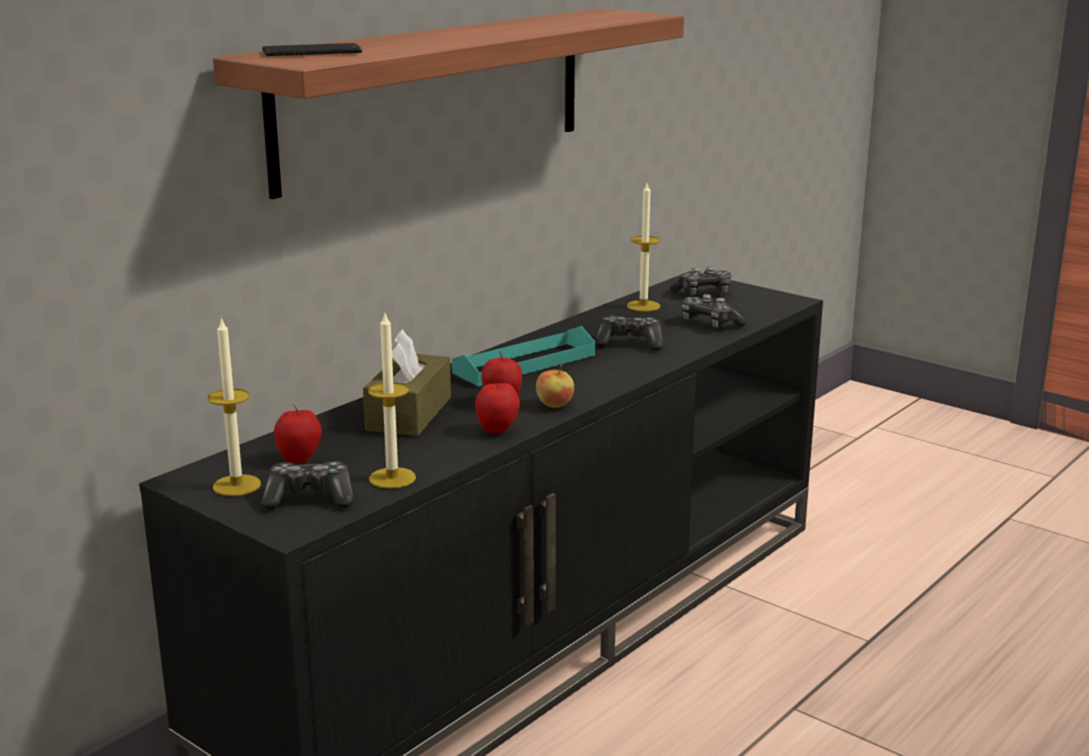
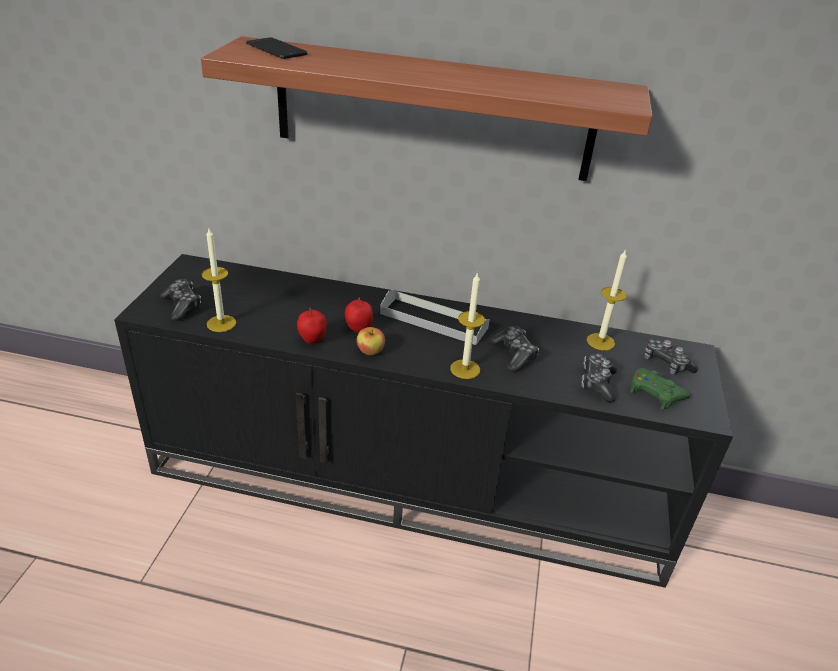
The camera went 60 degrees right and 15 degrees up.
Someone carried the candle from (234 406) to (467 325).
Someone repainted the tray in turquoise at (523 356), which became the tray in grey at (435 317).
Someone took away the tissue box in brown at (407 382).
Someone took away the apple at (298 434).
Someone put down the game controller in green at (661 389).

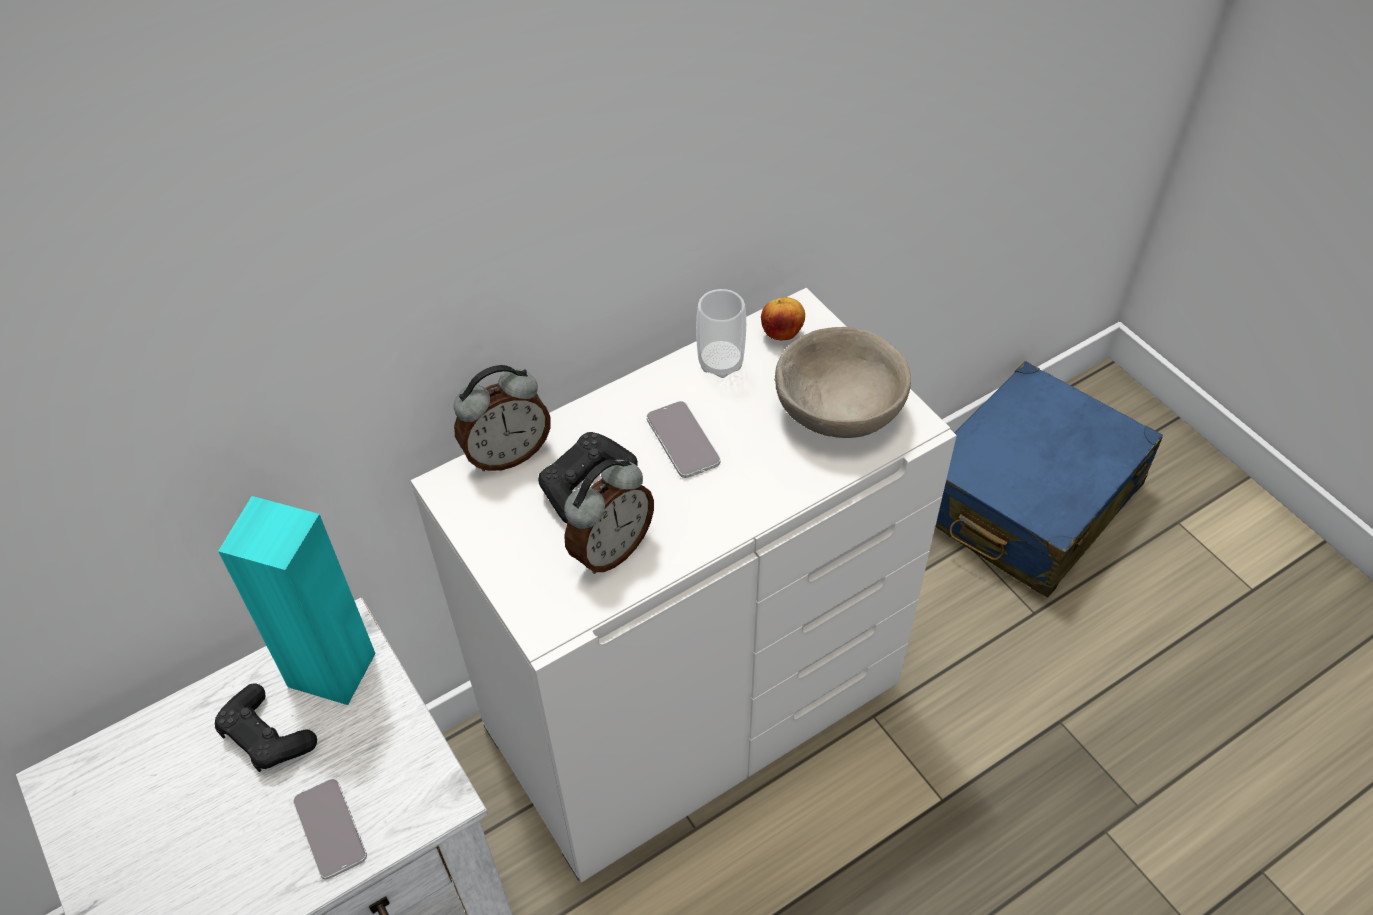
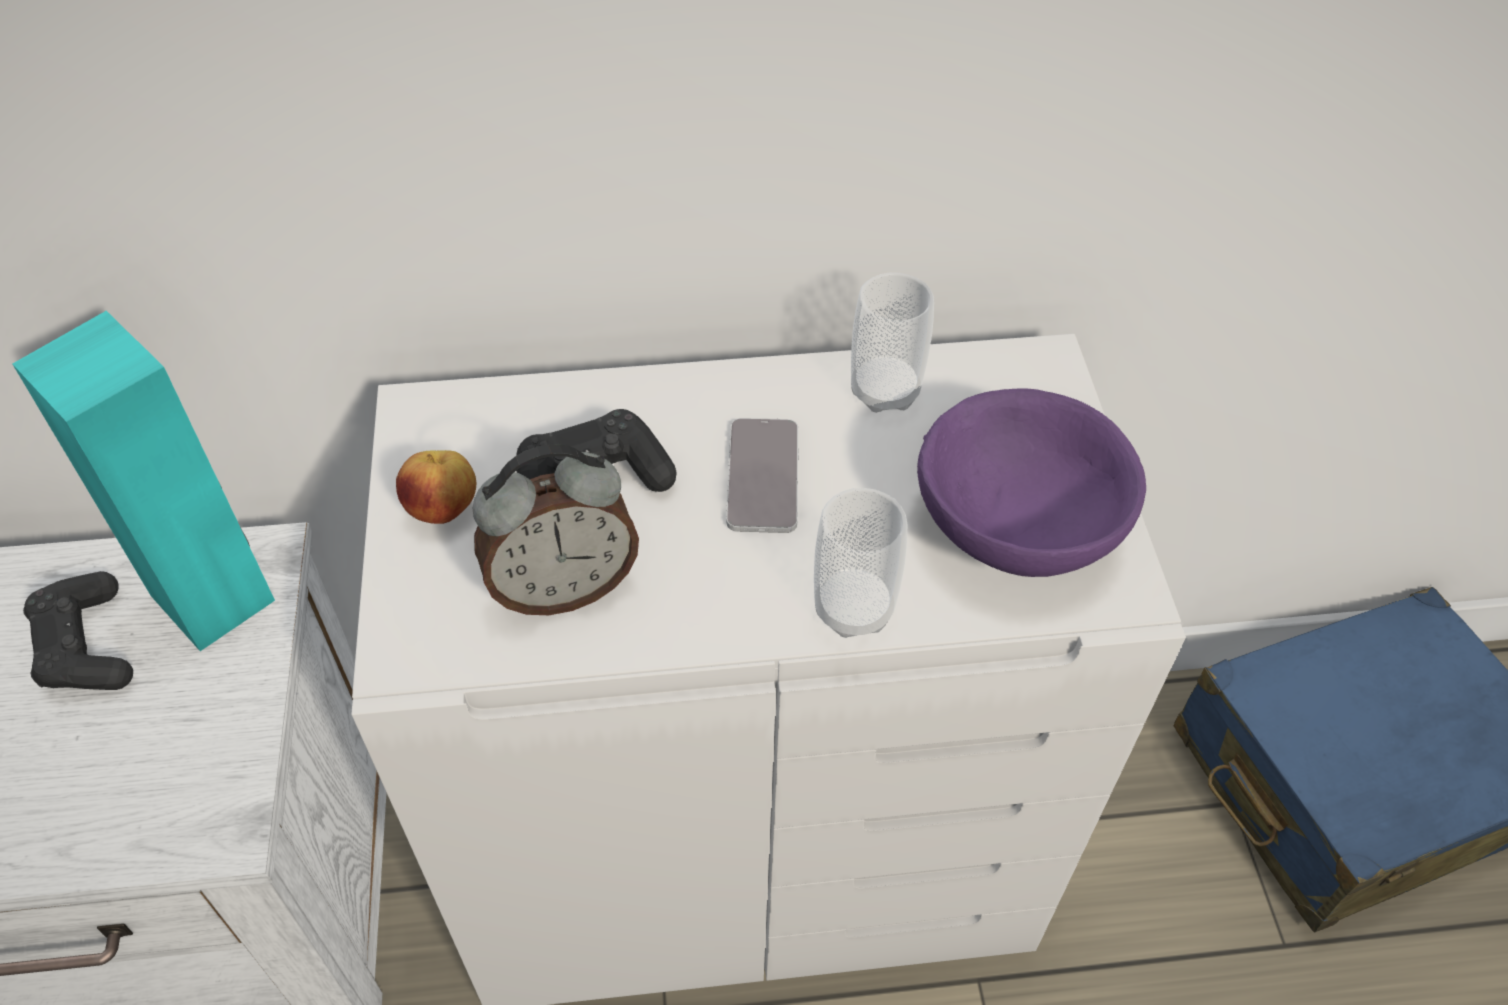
The camera went 25 degrees right and 0 degrees up.
Someone carried the apple from (783 318) to (436 487).
Someone repainted the bowl in beige at (842 382), which became the bowl in purple at (1031 482).
Someone took away the alarm clock at (502 418).
Someone took away the phone at (330 829).
Someone put down the cup at (860 563).

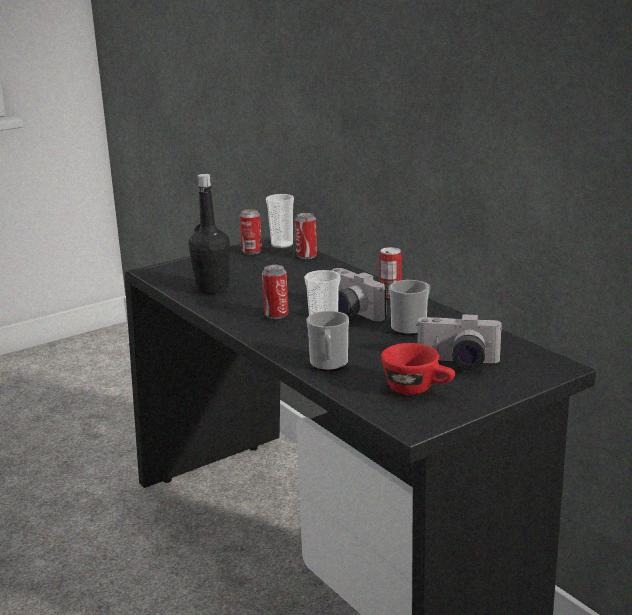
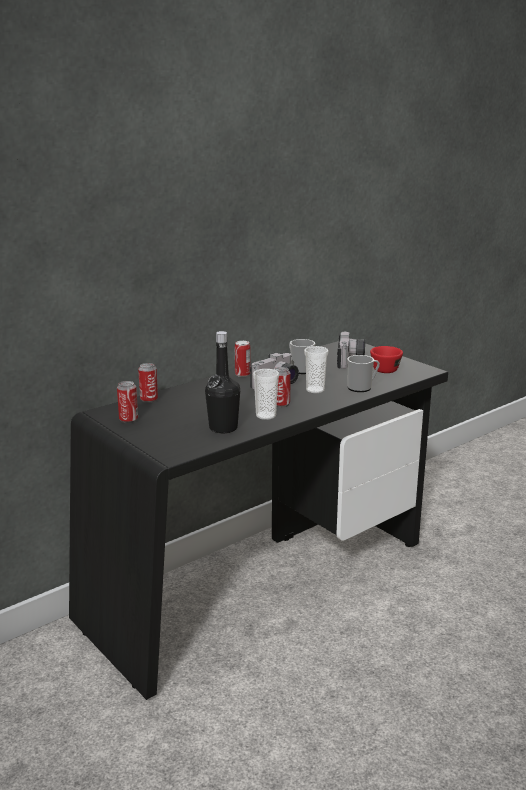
The camera went 95 degrees left and 0 degrees up.
Someone carried the cup from (280 221) to (266 394).

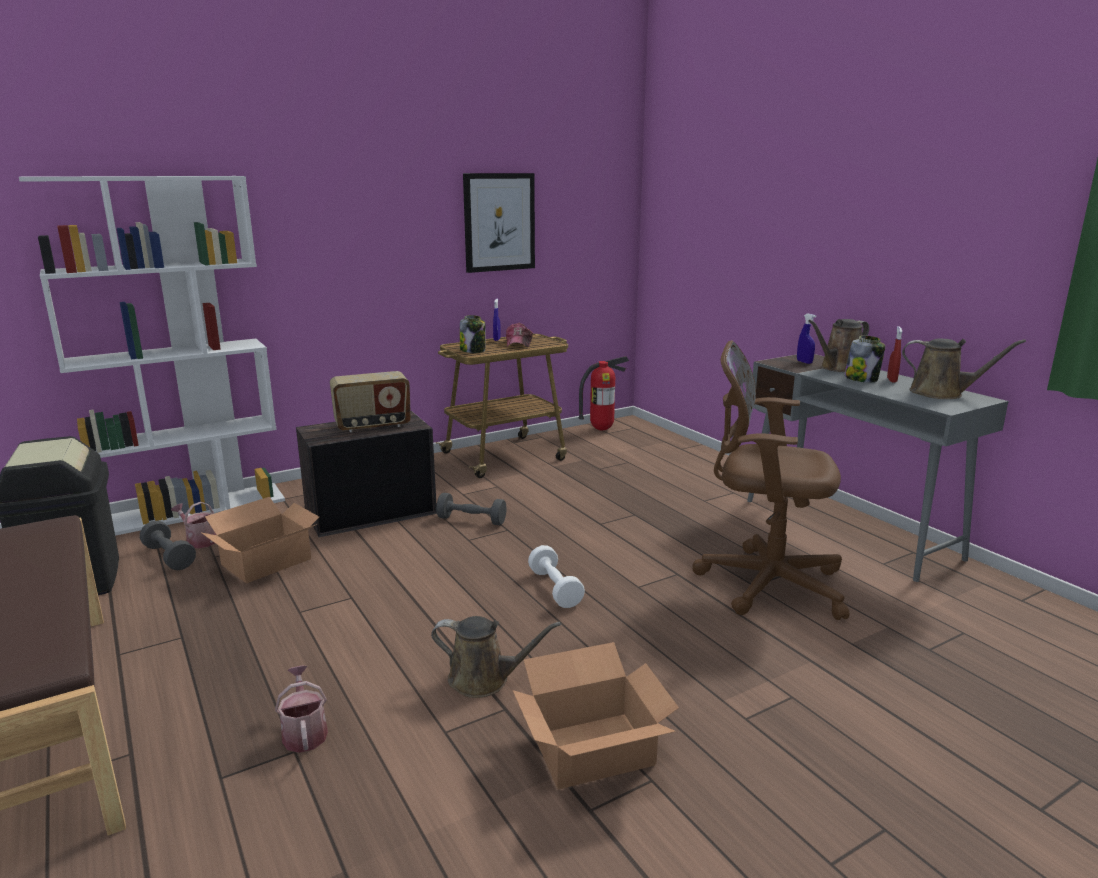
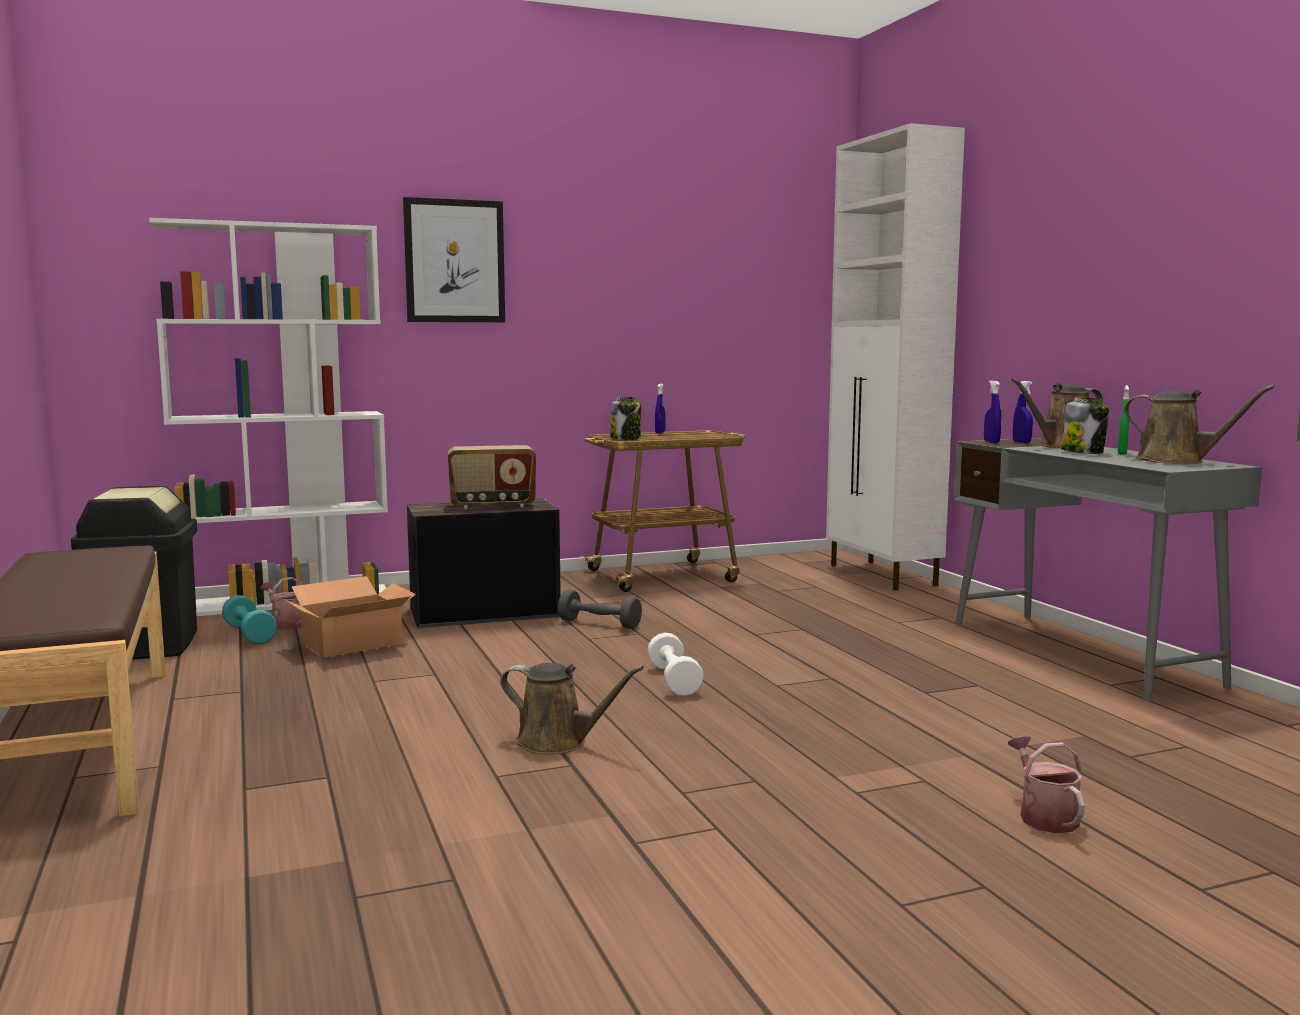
The camera went 10 degrees right and 10 degrees down.
Someone carried the picture from (499 223) to (454 259).
Someone took away the cap at (519 335).
Someone repainted the spray bottle in red at (894 354), which became the spray bottle in green at (1123 420).
Someone took away the office chair in brown at (770 480).
Someone took away the fire extinguisher at (603 393).
Someone repainted the dumbbell in grey at (168 545), which became the dumbbell in turquoise at (249 619).
Someone took away the cardboard box at (595 716).
Someone carried the watering can from (301 709) to (1046 784).
Someone put down the cabinet in white at (895 357).
Someone put down the spray bottle in blue at (993 411).

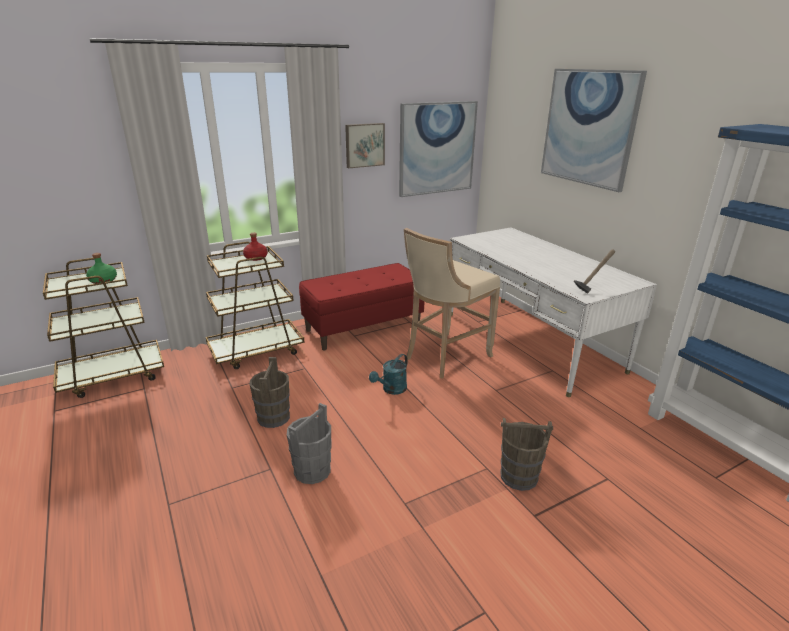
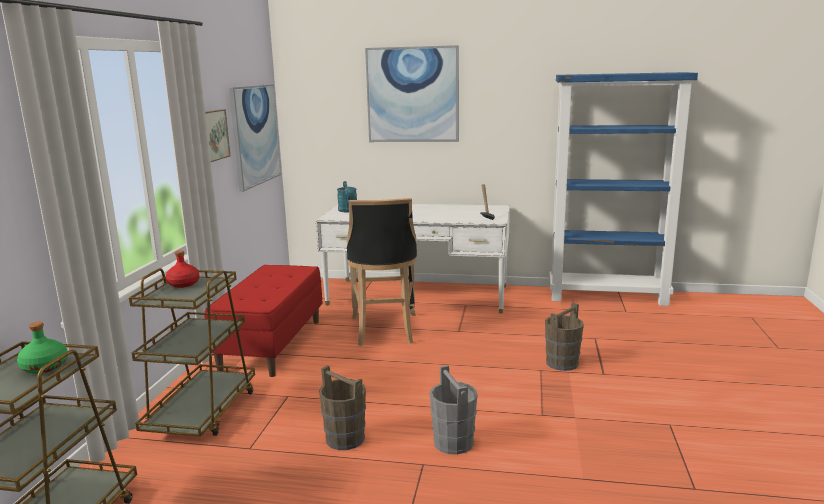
The camera went 50 degrees left and 10 degrees down.
Someone repainted the stool in beige at (452 303), which became the stool in black at (381 272).
Someone carried the watering can in turquoise from (388 374) to (347 196).

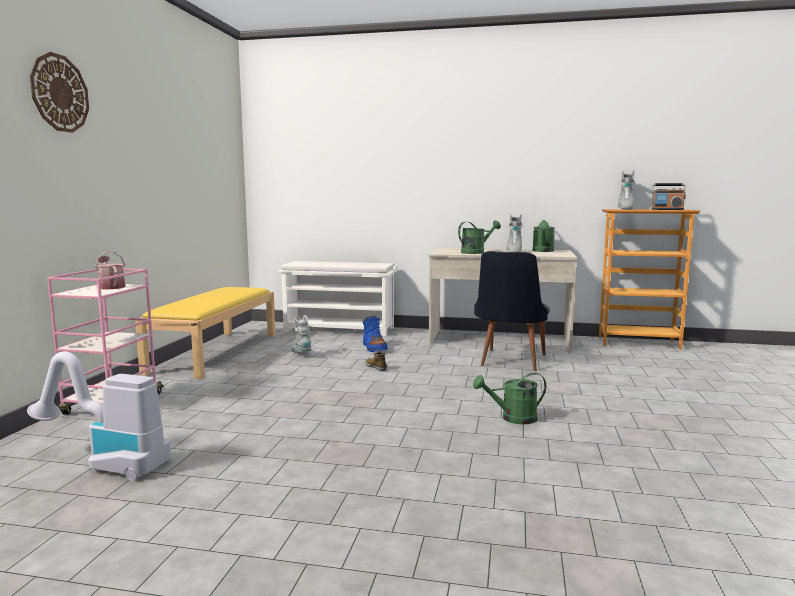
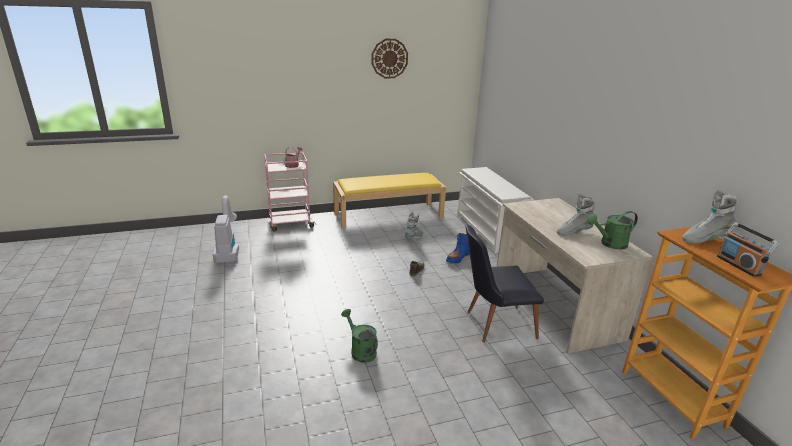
The camera went 60 degrees right and 15 degrees up.
Someone carried the wall clock from (59 92) to (390 58).
Someone took away the watering can in green at (479 237).

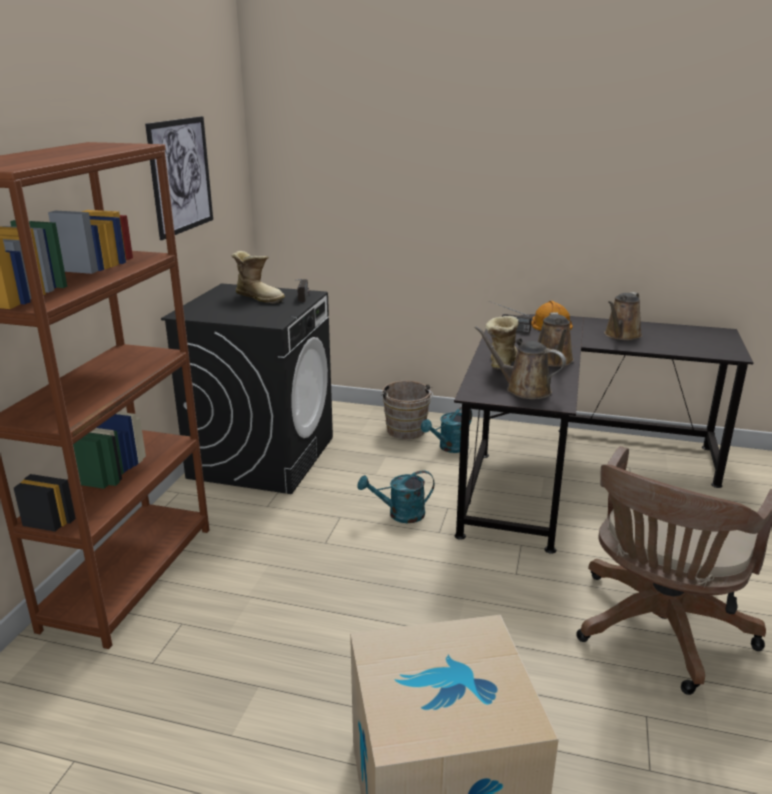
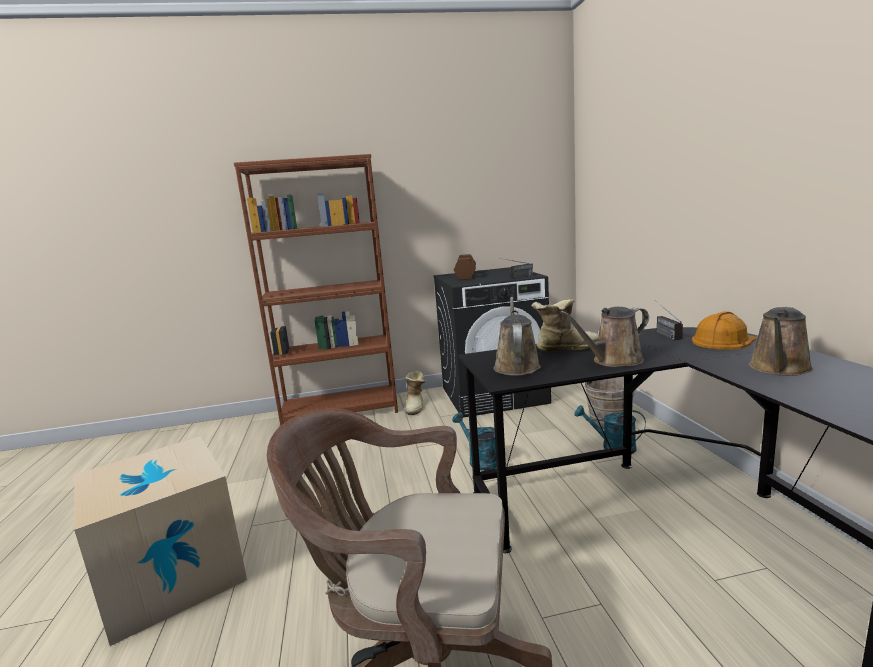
The camera went 65 degrees right and 10 degrees down.
Someone took away the picture at (179 178).
Someone carried the boot from (258 277) to (415 393).
Someone rotated the watering can in brown at (623 316) by 60 degrees counterclockwise.
Someone put down the dumbbell in brown at (465 267).

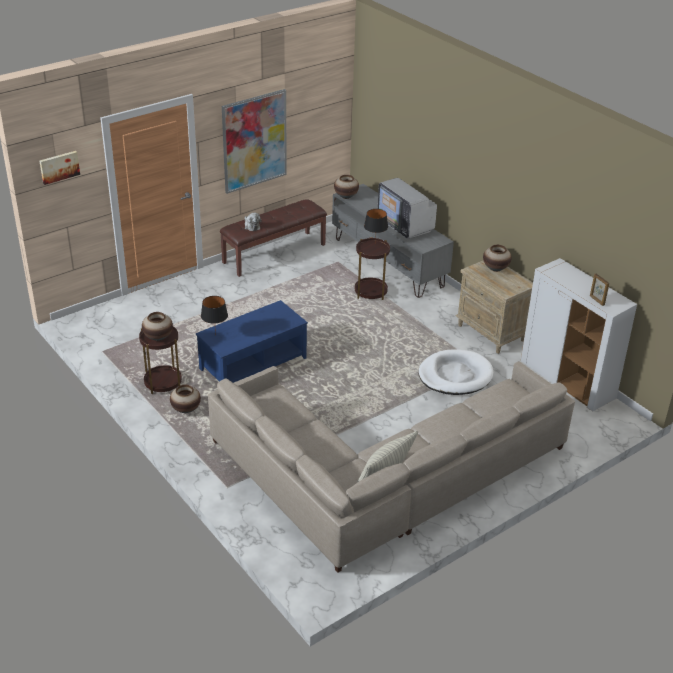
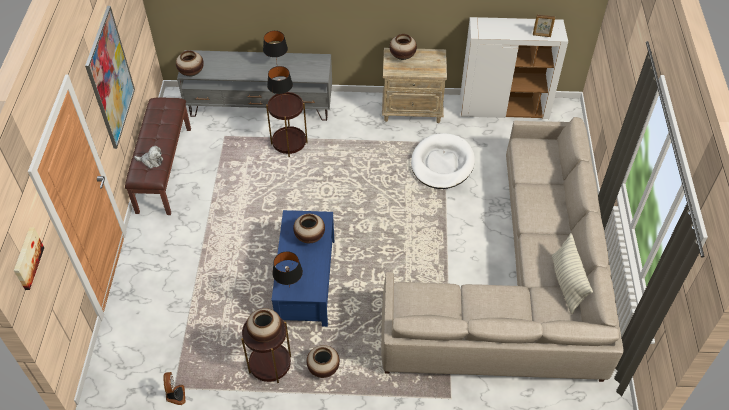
The camera went 50 degrees left and 15 degrees up.
Someone swapped the television at (407 208) for the table lamp in black at (275 46).
Someone put down the vase at (309 228).
Someone put down the fan at (174 388).

